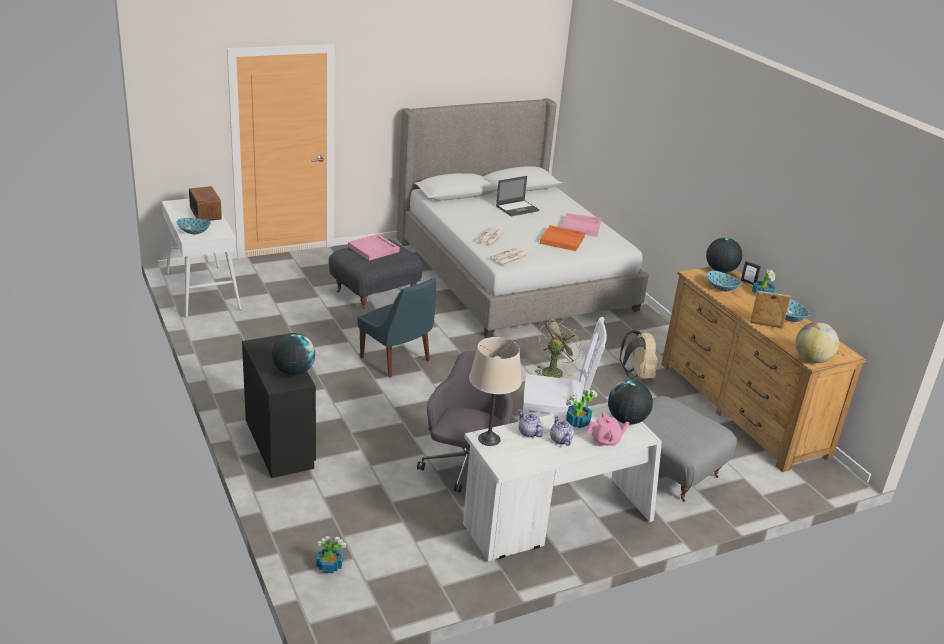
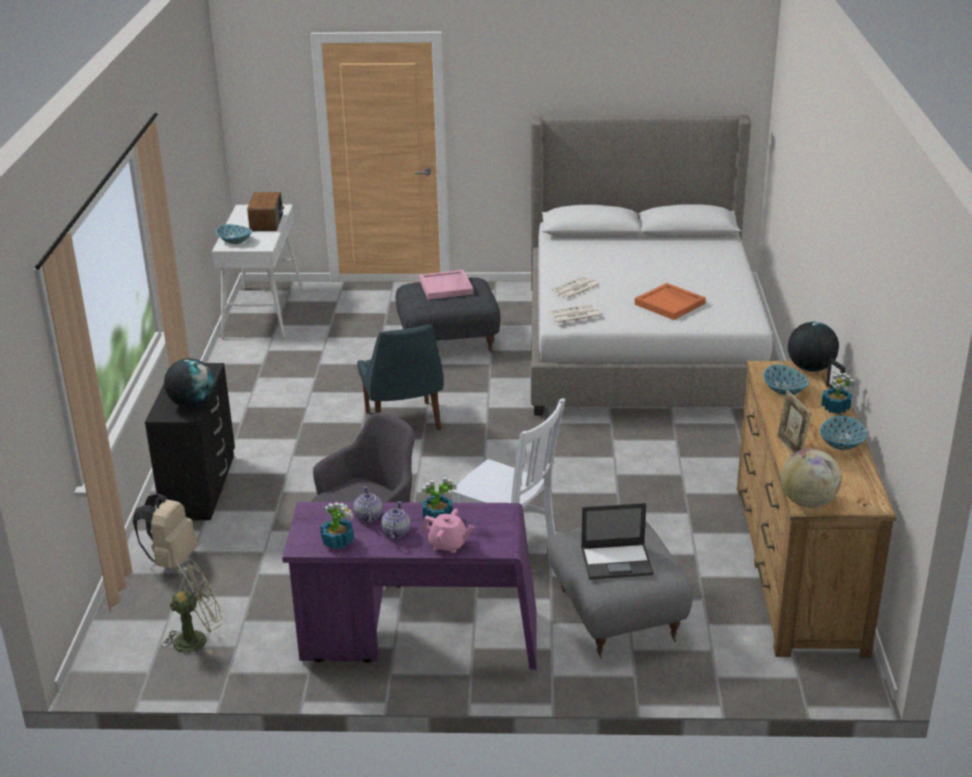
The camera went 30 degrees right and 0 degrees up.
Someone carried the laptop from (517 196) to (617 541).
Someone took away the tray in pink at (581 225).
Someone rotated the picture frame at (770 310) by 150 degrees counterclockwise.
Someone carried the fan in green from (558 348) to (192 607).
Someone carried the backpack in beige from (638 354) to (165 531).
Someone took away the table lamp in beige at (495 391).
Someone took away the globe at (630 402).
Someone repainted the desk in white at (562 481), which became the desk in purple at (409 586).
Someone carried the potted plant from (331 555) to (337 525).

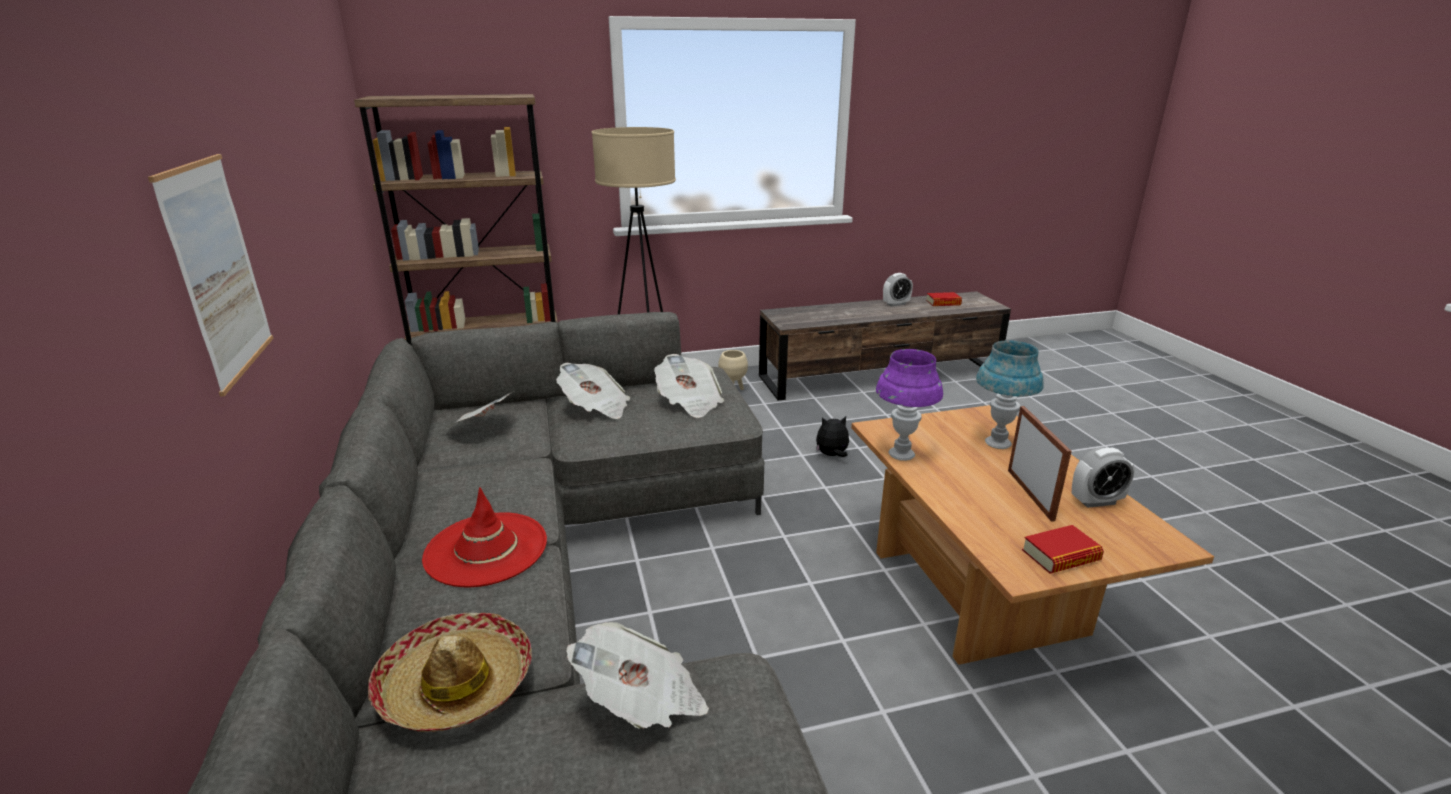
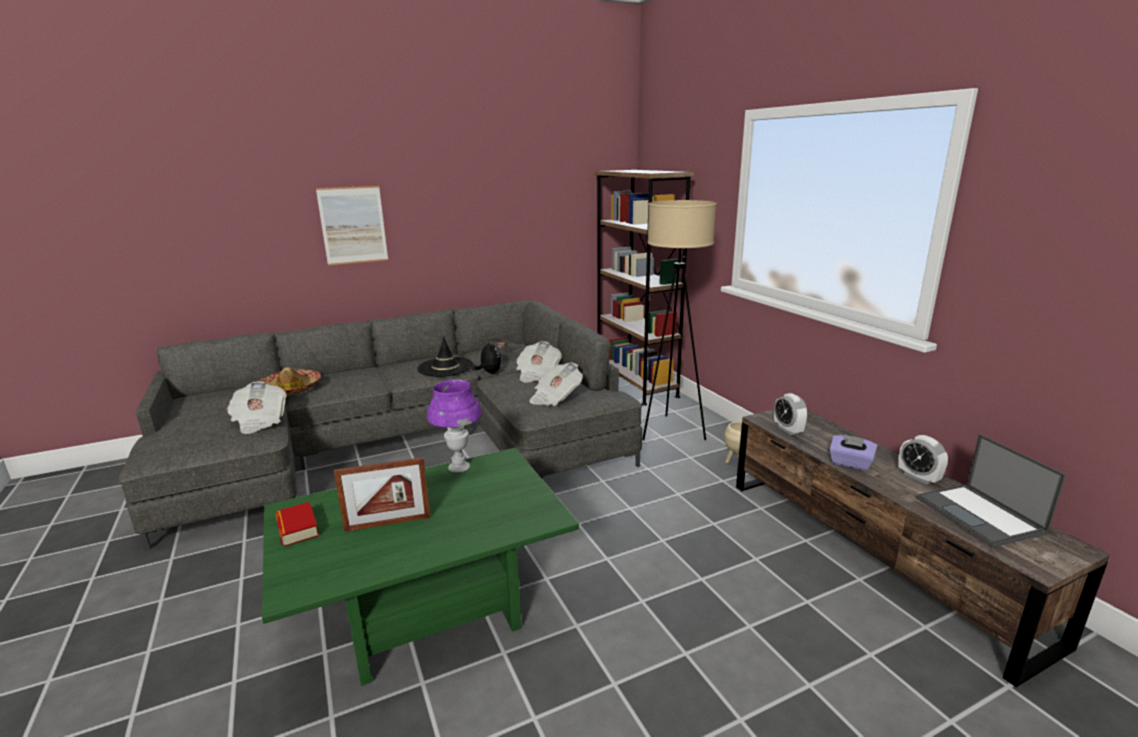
The camera went 80 degrees right and 5 degrees down.
Someone swapped the book at (944 299) for the laptop at (991 491).
Someone took away the table lamp in blue at (1010 394).
Someone repainted the coffee table in brown at (1032 535), which became the coffee table in green at (420 567).
Someone carried the plush toy from (832 436) to (488 356).
Someone carried the alarm clock from (1103 477) to (790 414).
Someone took away the hat in red at (484 537).
Someone put down the hat in black at (445 356).
Someone put down the tissue box in purple at (853 453).

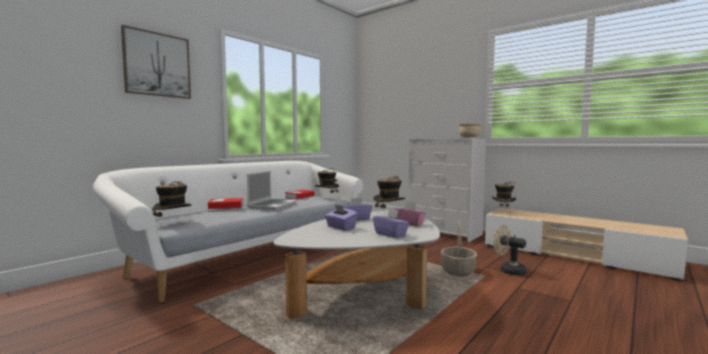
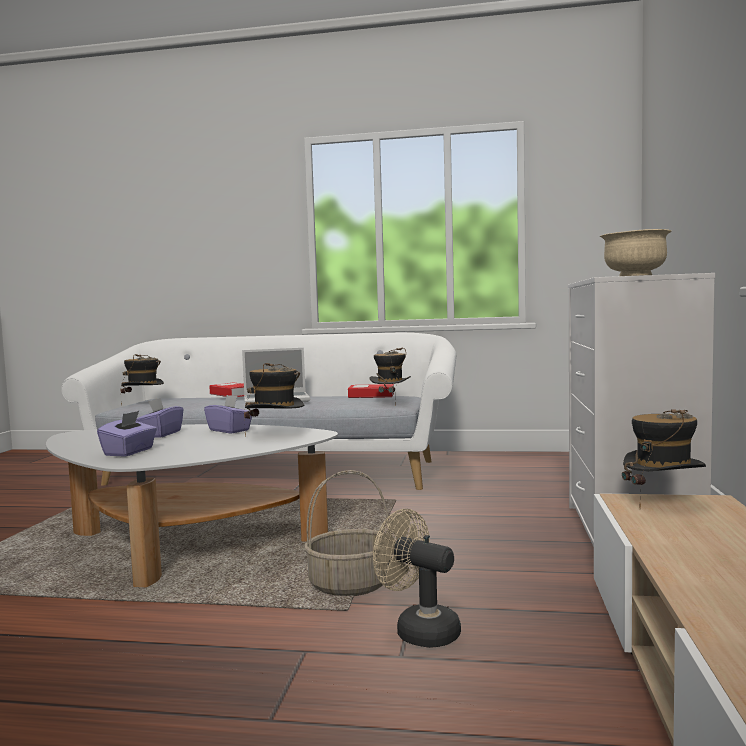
The camera went 60 degrees right and 0 degrees up.
Someone took away the picture at (156 62).
Someone took away the tissue box in pink at (409 213).
Someone rotated the fan in beige at (510 250) by 60 degrees counterclockwise.

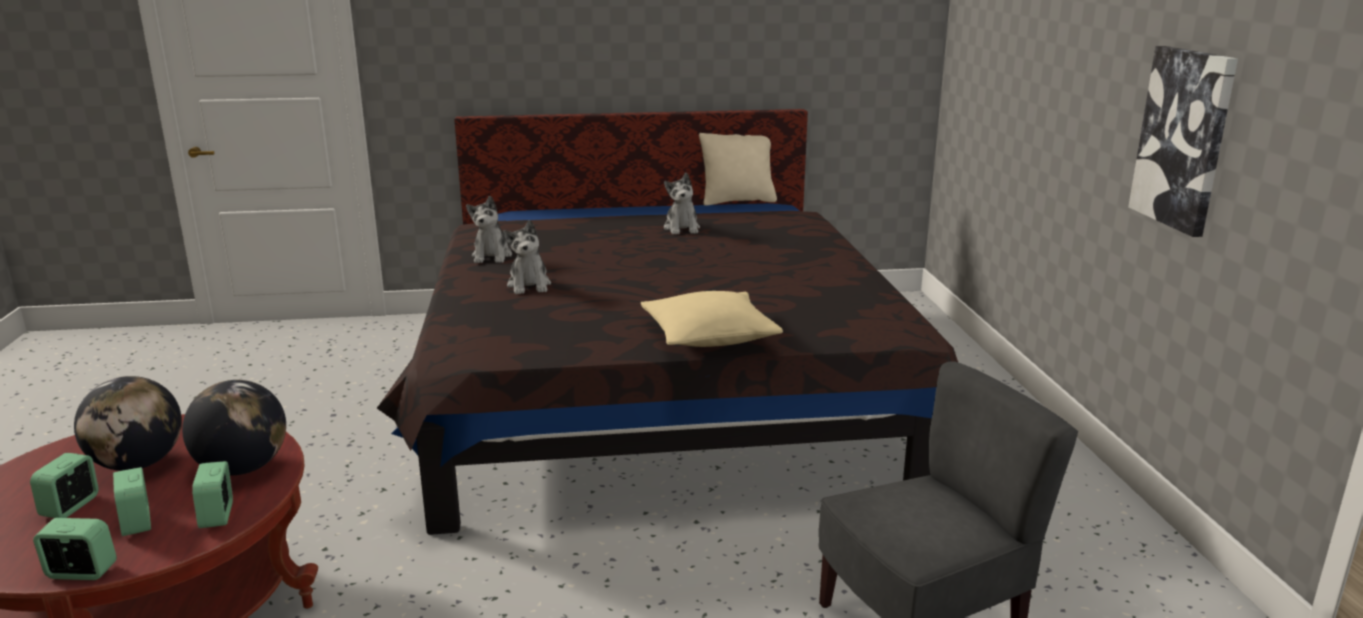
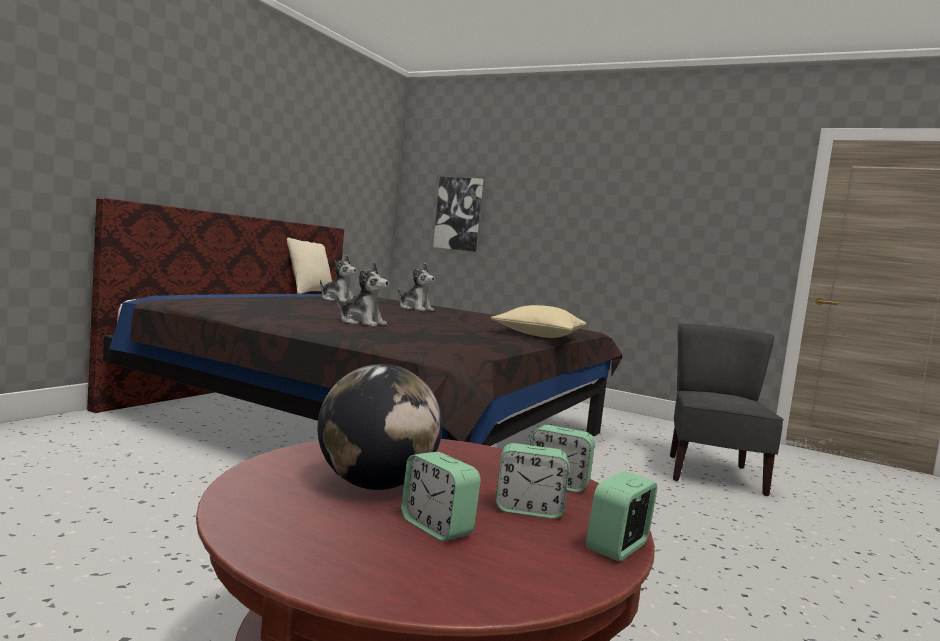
The camera went 55 degrees left and 15 degrees down.
Someone carried the picture from (1183 141) to (458 214).
Someone carried the plush toy from (489 229) to (416 287).
Someone took away the globe at (234 427).

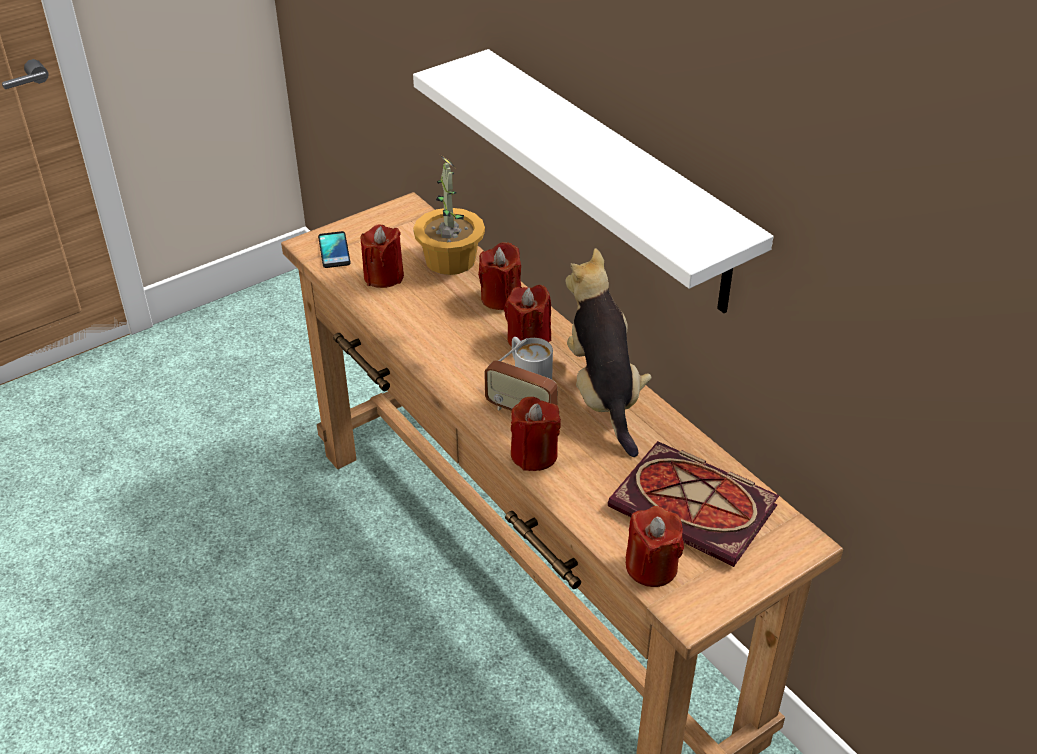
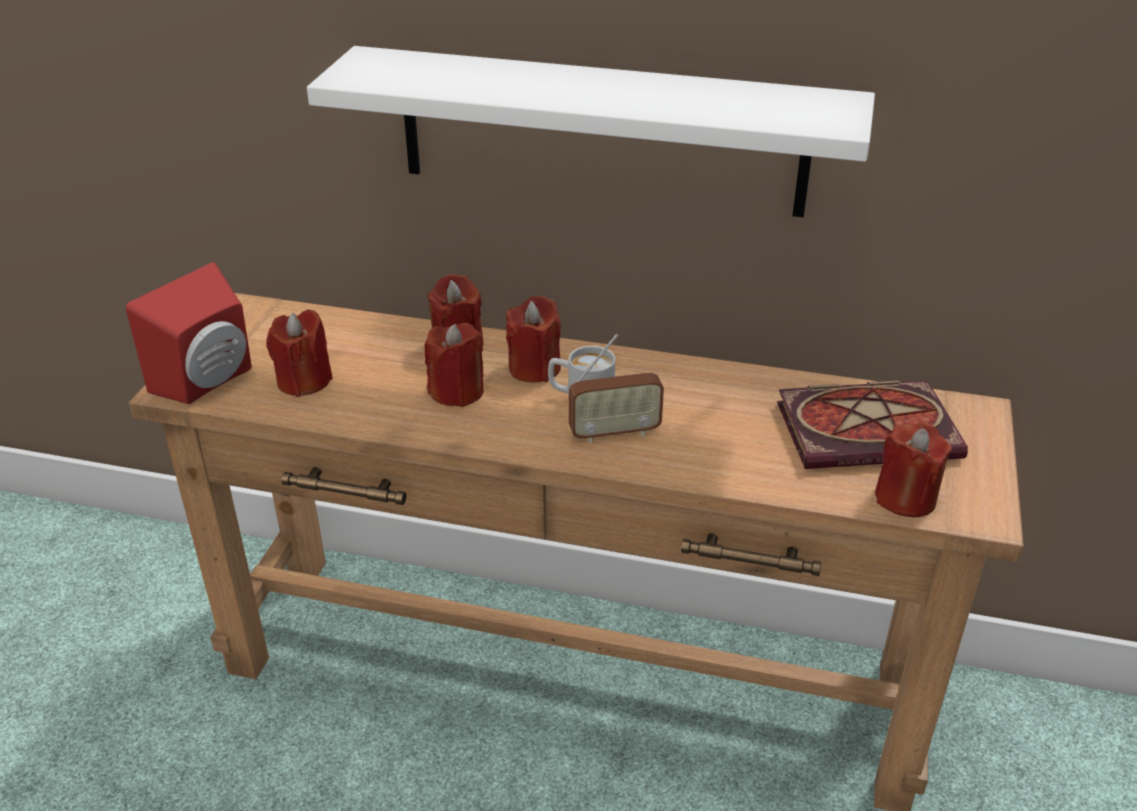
The camera went 40 degrees left and 5 degrees down.
Someone took away the potted plant at (449 214).
Someone swapped the phone at (334 249) for the speaker in red at (189 333).
Someone took away the plush toy at (608 352).
Someone carried the candle in red from (536 434) to (454 365).

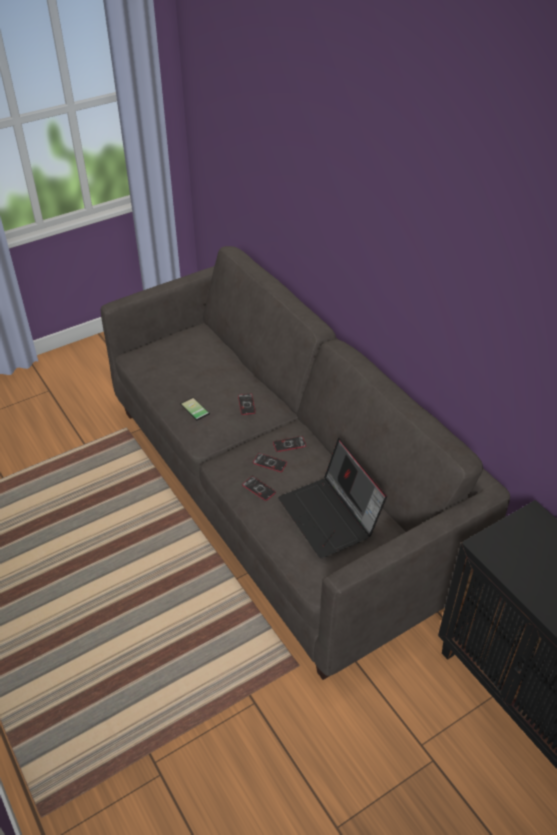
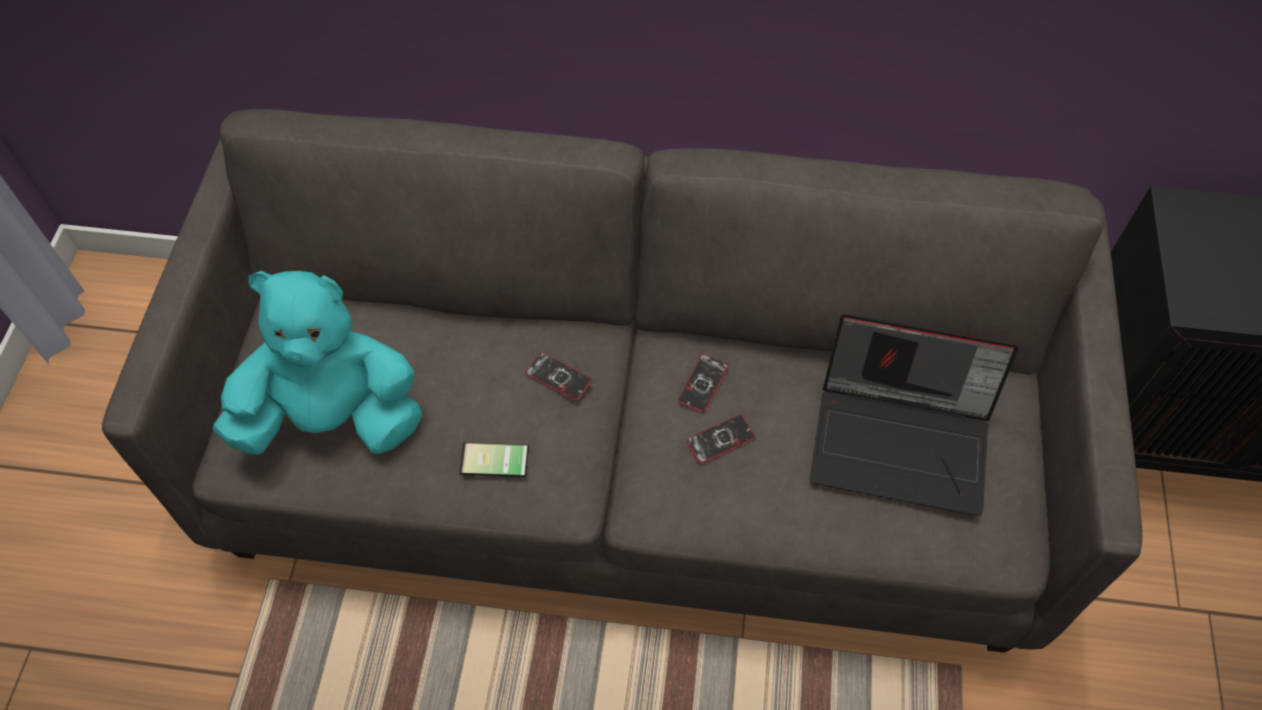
The camera went 50 degrees left and 15 degrees up.
Someone took away the phone at (259 488).
Someone put down the plush toy in turquoise at (318 363).

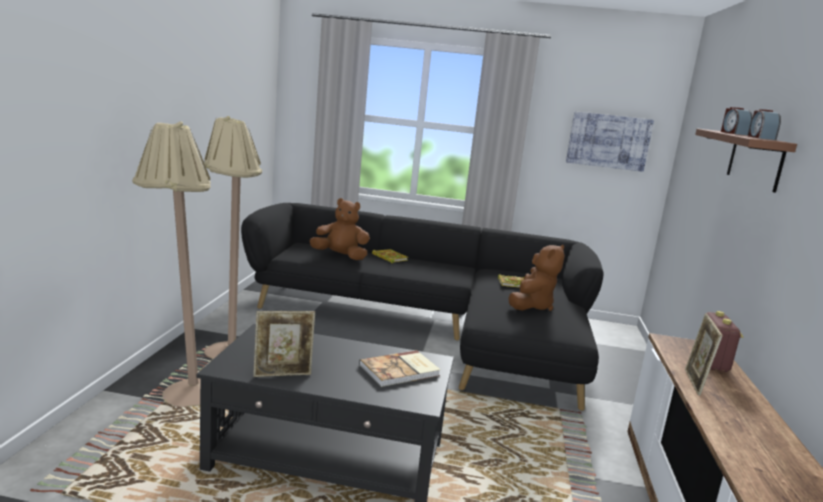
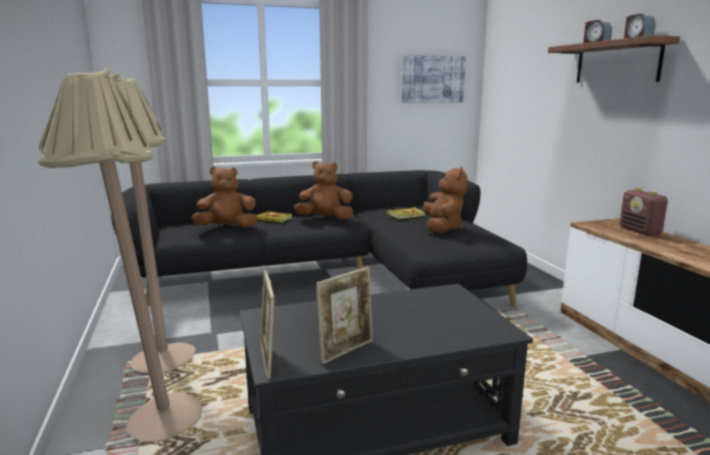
The camera went 25 degrees left and 0 degrees up.
Someone carried the picture frame from (704 354) to (267 324).
Someone took away the book at (400 368).
Someone put down the plush toy in brown at (323 190).

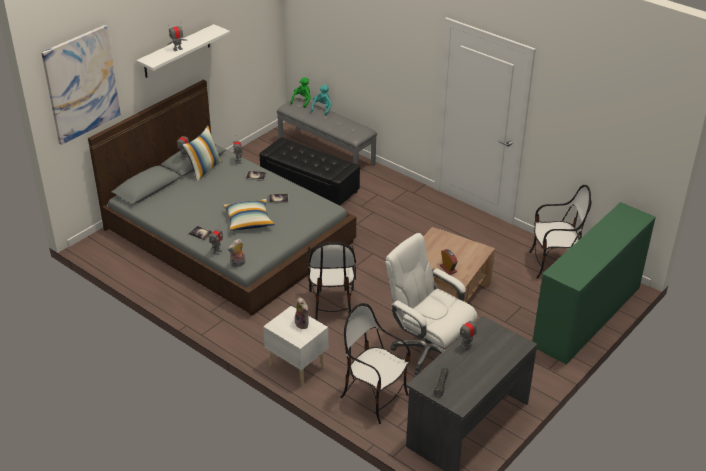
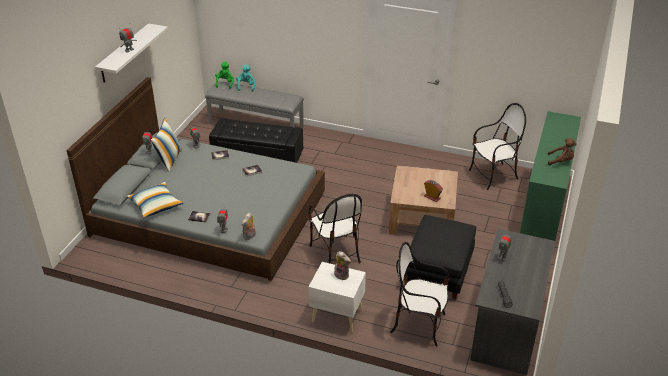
The camera went 20 degrees left and 0 degrees up.
Someone took away the picture at (81 85).
Someone carried the pillow from (249 215) to (155 200).
Someone swapped the office chair in white at (431 304) for the ottoman in black at (440 257).
Someone put down the plush toy in brown at (562 151).

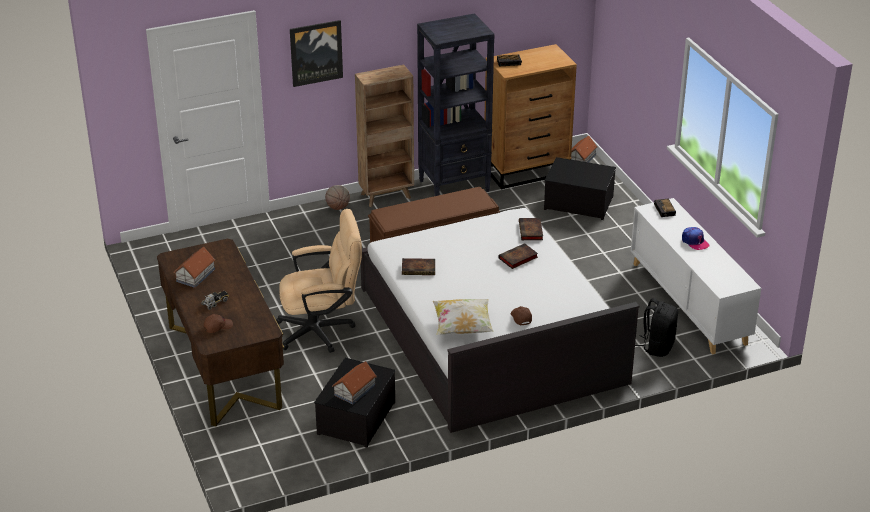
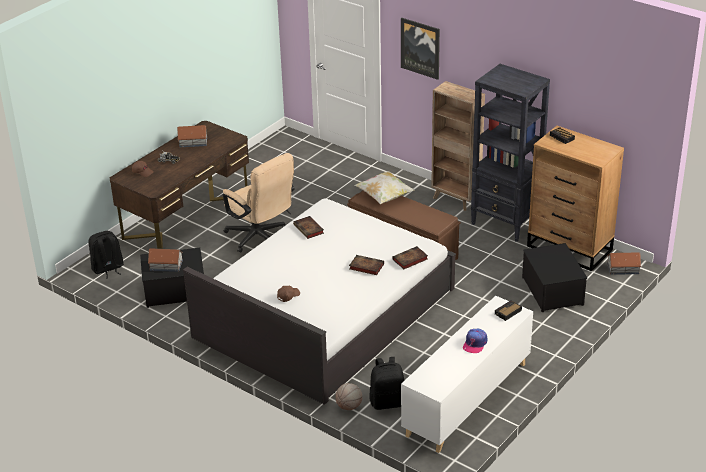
The camera went 60 degrees right and 0 degrees up.
Someone carried the basketball from (337 197) to (348 396).
Someone carried the pillow from (463 317) to (385 188).
Someone put down the backpack in black at (106 255).

